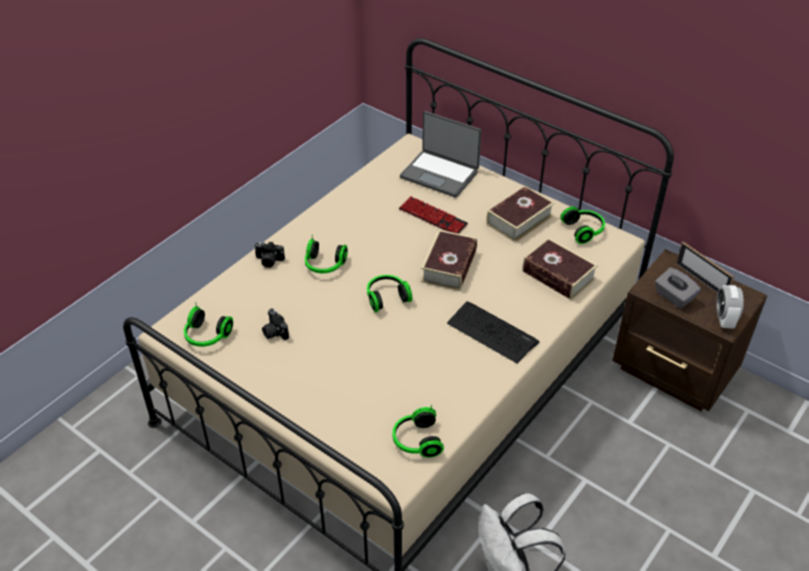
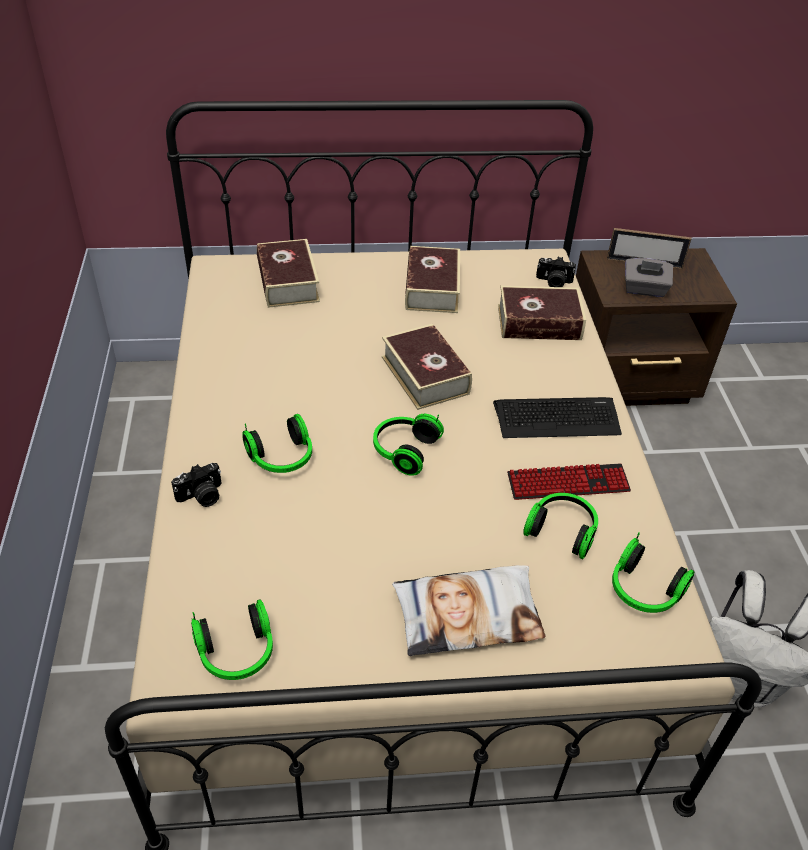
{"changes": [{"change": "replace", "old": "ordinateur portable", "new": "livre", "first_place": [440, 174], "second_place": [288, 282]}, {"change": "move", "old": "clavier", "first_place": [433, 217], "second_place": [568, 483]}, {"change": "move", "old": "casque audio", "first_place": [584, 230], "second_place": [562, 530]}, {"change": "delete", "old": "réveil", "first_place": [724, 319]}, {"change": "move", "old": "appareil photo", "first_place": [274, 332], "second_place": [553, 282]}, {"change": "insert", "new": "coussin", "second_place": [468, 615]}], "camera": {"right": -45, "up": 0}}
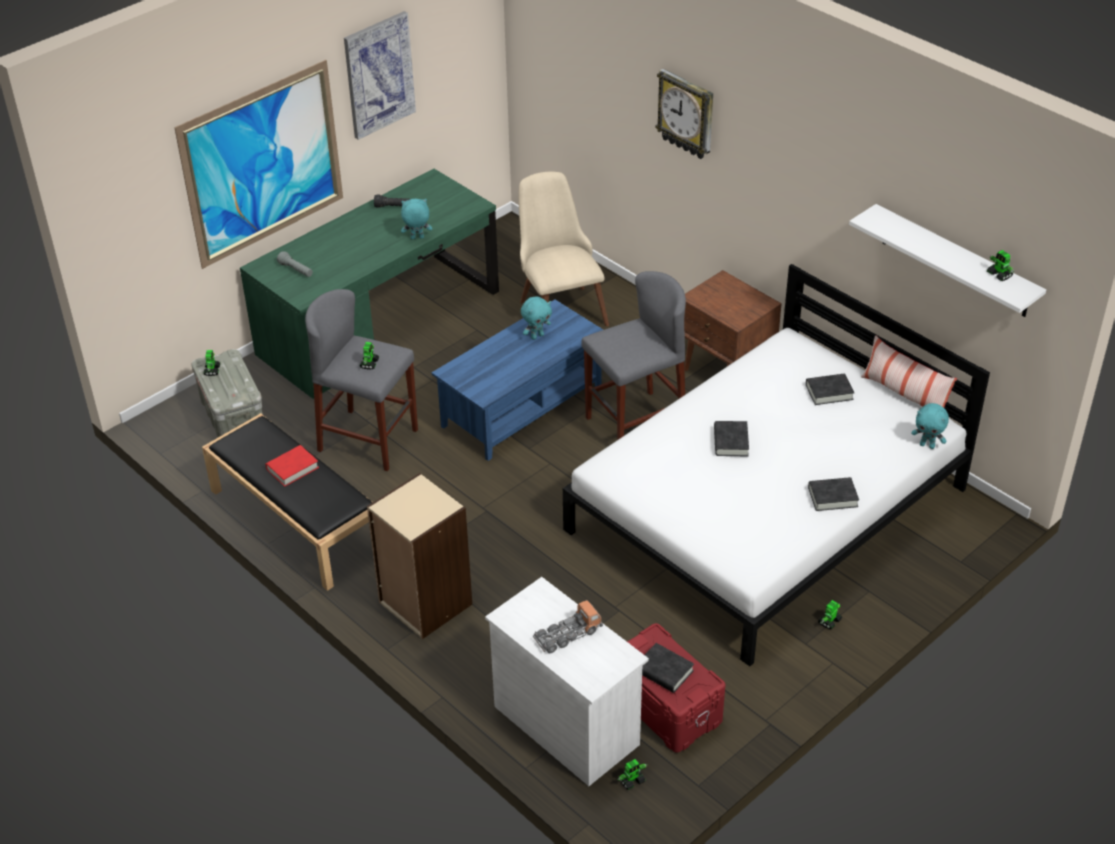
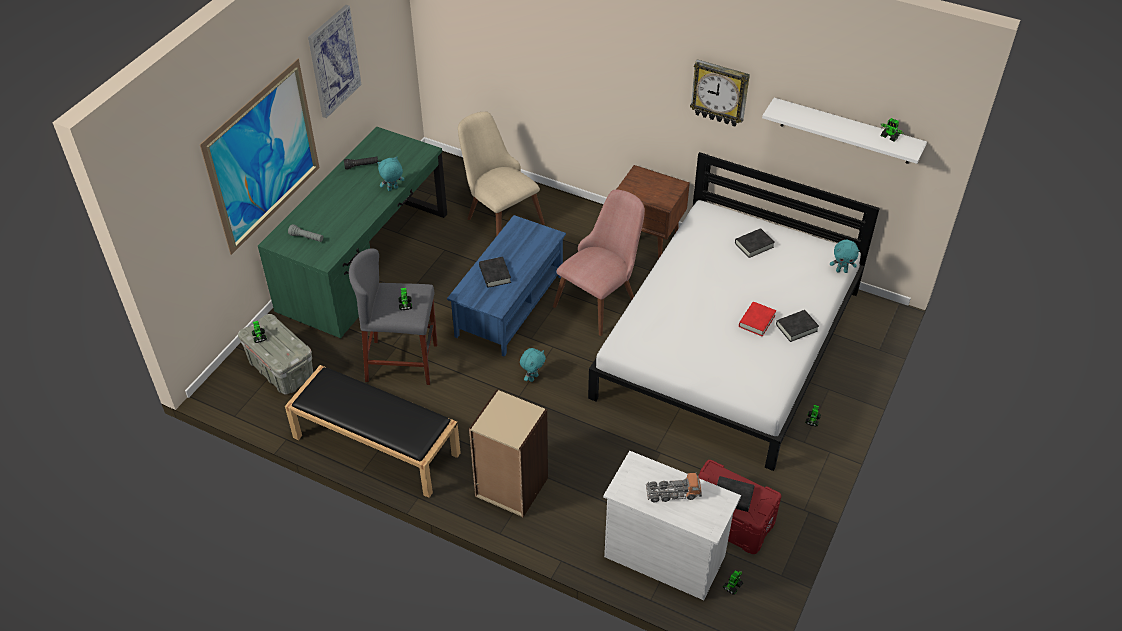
{"changes": [{"change": "move", "old": "horloge murale", "first_place": [686, 114], "second_place": [720, 93]}, {"change": "replace", "old": "tabouret (gris)", "new": "chaise (rose)", "first_place": [635, 423], "second_place": [601, 298]}, {"change": "move", "old": "peluche (turquoise)", "first_place": [537, 336], "second_place": [533, 377]}, {"change": "delete", "old": "coussin", "first_place": [904, 395]}, {"change": "move", "old": "livre (noir)", "first_place": [731, 442], "second_place": [495, 274]}, {"change": "move", "old": "livre (rouge)", "first_place": [292, 468], "second_place": [756, 321]}, {"change": "rotate", "old": "camion jouet", "first_place": [568, 635], "second_place": [673, 493], "degrees": 45}], "camera": {"right": -20, "up": 5}}
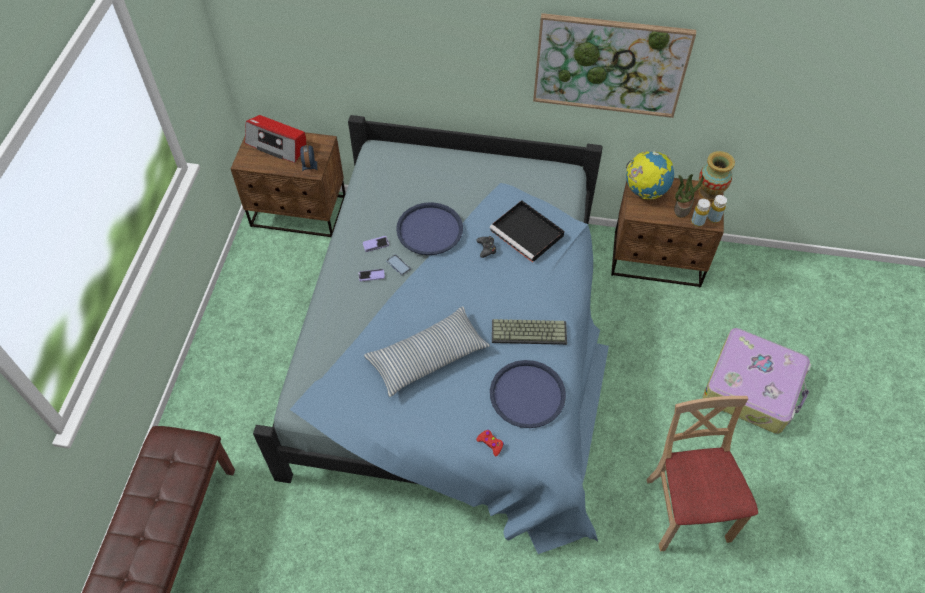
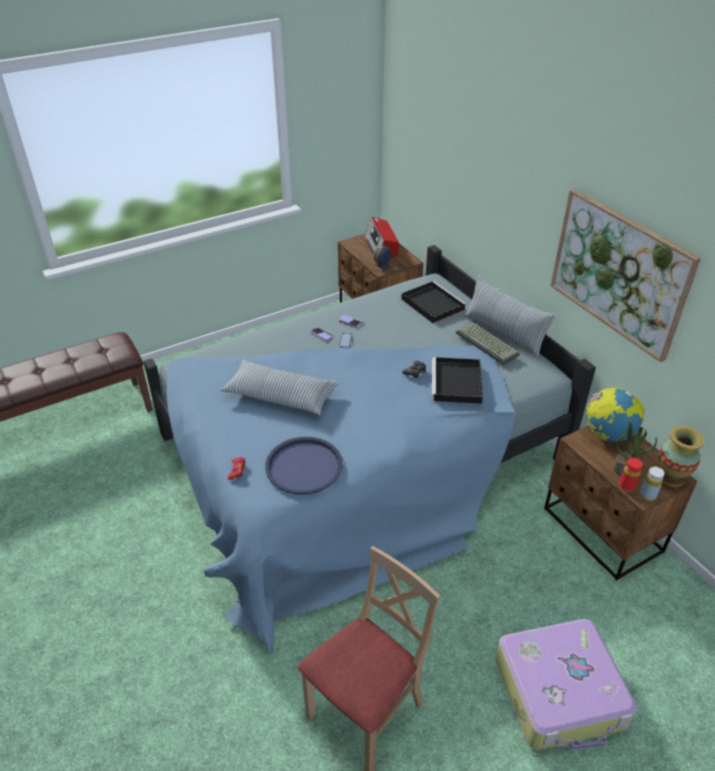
{"changes": [{"change": "recolor", "old": "bouteille (jaune)", "new": "bouteille (rouge)", "first_place": [697, 222], "second_place": [626, 486]}, {"change": "delete", "old": "plateau (bleu)", "first_place": [429, 229]}, {"change": "move", "old": "clavier", "first_place": [529, 331], "second_place": [488, 344]}, {"change": "insert", "new": "coussin", "second_place": [504, 333]}, {"change": "insert", "new": "plateau (noir)", "second_place": [431, 304]}], "camera": {"right": 50, "up": -15}}
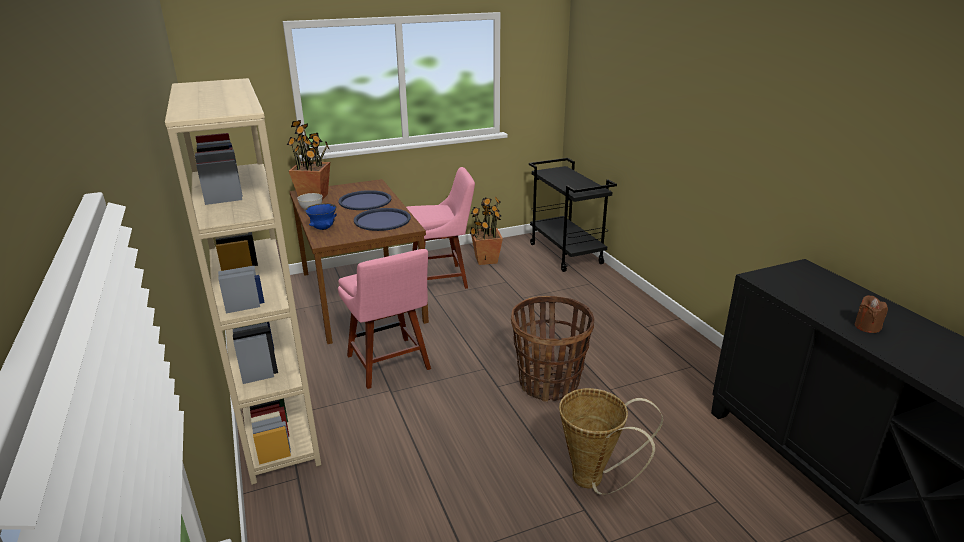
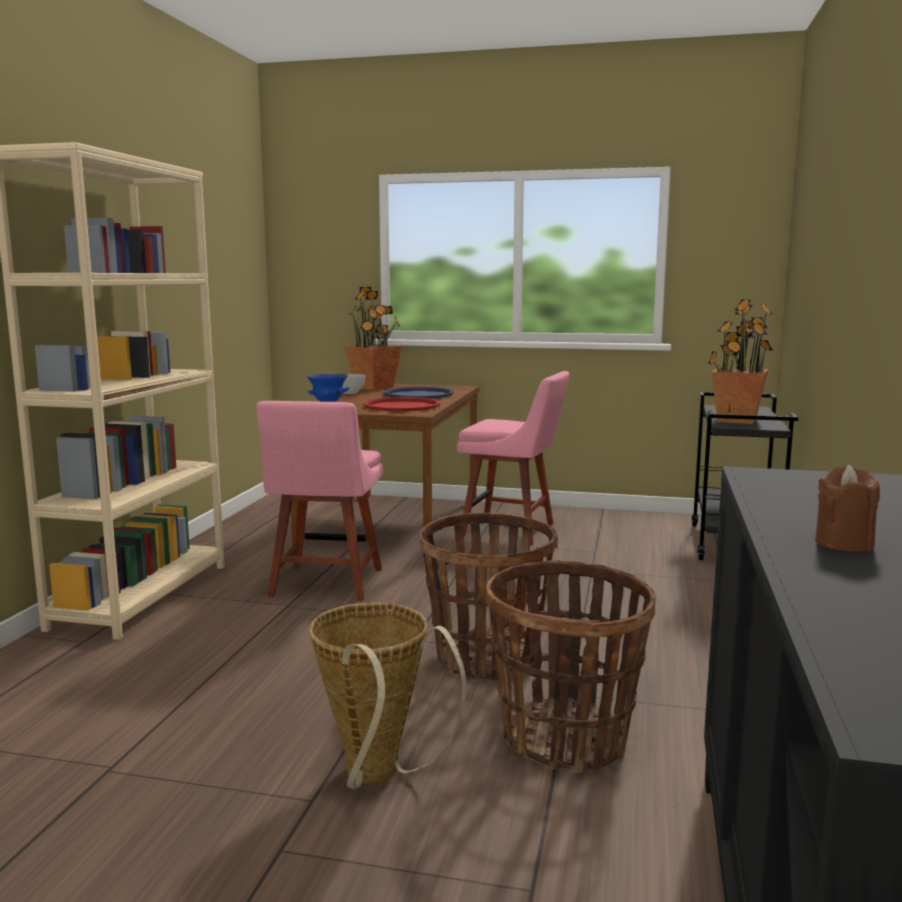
{"changes": [{"change": "move", "old": "plante en pot", "first_place": [486, 260], "second_place": [736, 420]}, {"change": "recolor", "old": "plateau (bleu)", "new": "plateau (rouge)", "first_place": [382, 220], "second_place": [401, 406]}, {"change": "insert", "new": "panier", "second_place": [565, 739]}], "camera": {"right": 35, "up": -15}}
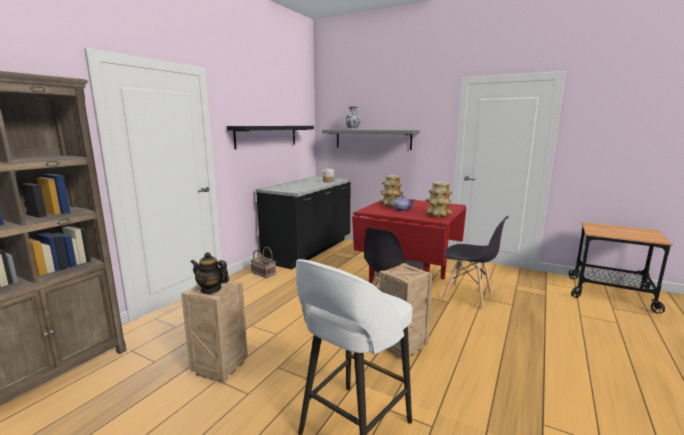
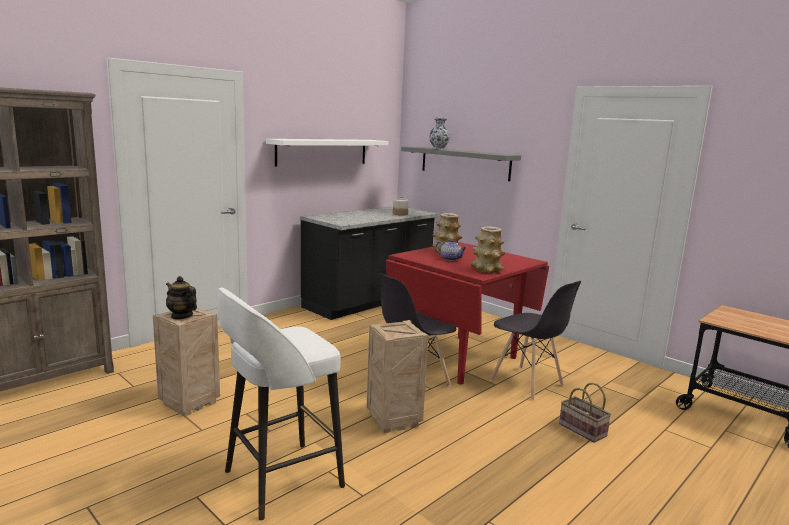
{"changes": [{"change": "recolor", "old": "étagère (noir)", "new": "étagère (blanc)", "first_place": [267, 136], "second_place": [322, 152]}, {"change": "move", "old": "panier", "first_place": [262, 273], "second_place": [581, 429]}], "camera": {"right": 15, "up": 0}}
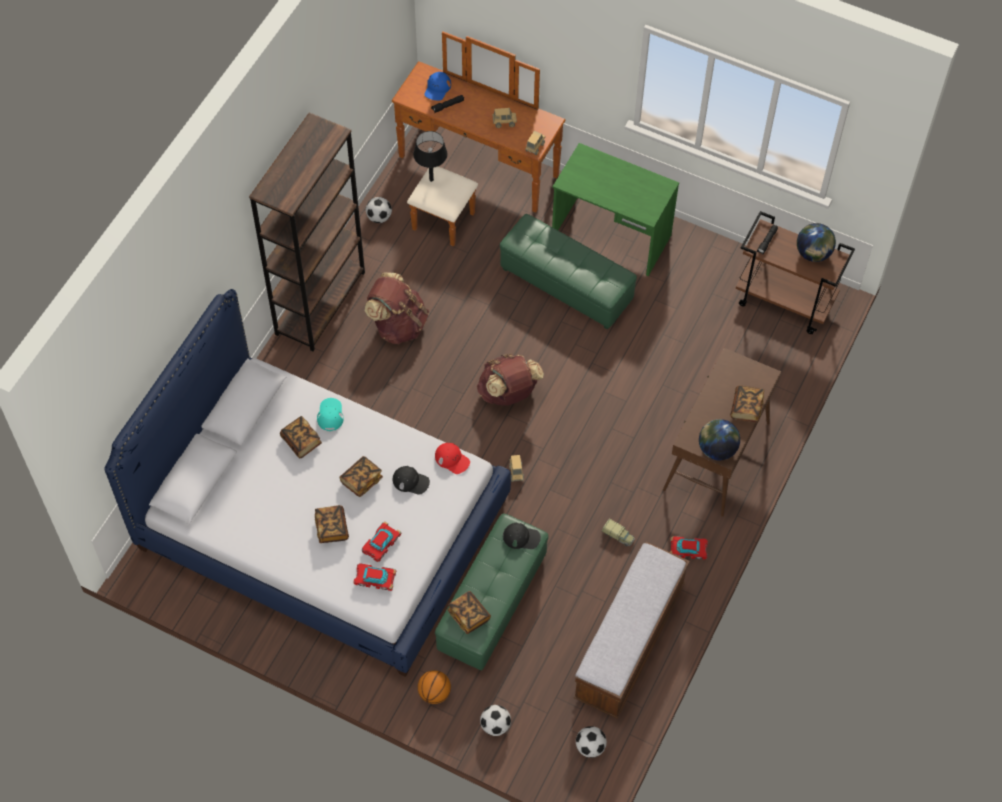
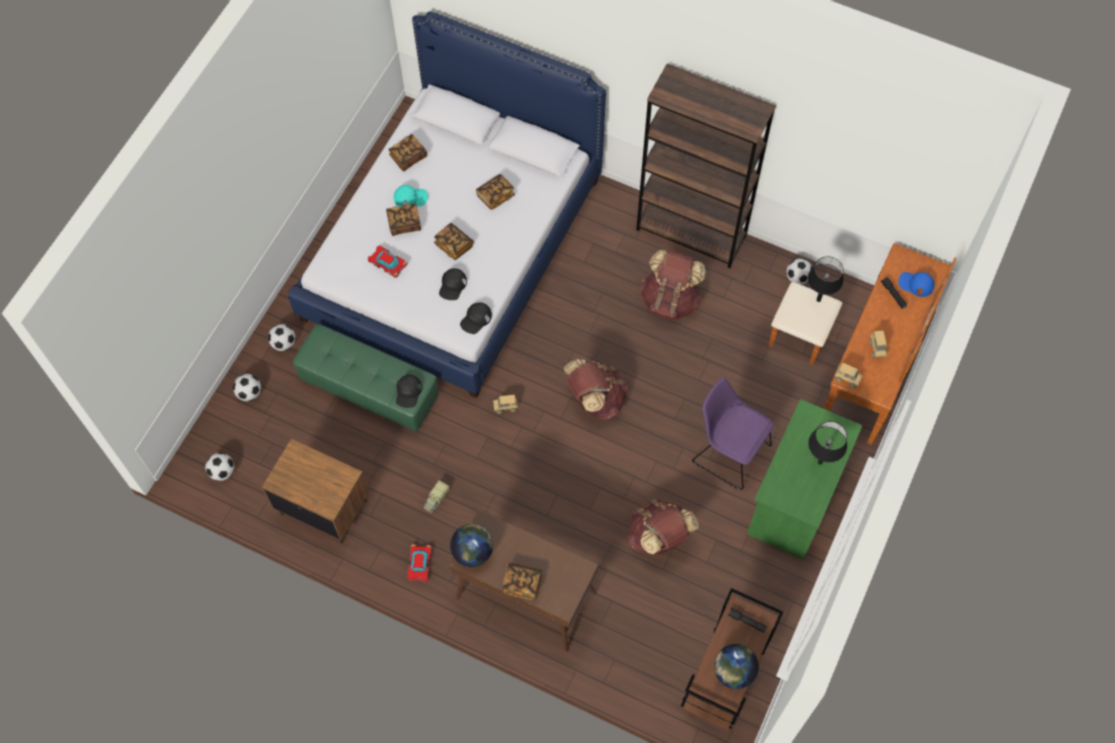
{"changes": [{"change": "replace", "old": "pouf (vert)", "new": "chaise (violet)", "first_place": [565, 285], "second_place": [728, 451]}, {"change": "move", "old": "casquette (turquoise)", "first_place": [330, 415], "second_place": [411, 197]}, {"change": "recolor", "old": "casquette (rouge)", "new": "casquette (noir)", "first_place": [452, 459], "second_place": [476, 319]}, {"change": "replace", "old": "banc", "new": "table de chevet (marron)", "first_place": [629, 642], "second_place": [323, 507]}, {"change": "delete", "old": "petite voiture", "first_place": [375, 578]}, {"change": "move", "old": "livre", "first_place": [469, 616], "second_place": [408, 157]}, {"change": "replace", "old": "ballon de basket", "new": "ballon de foot", "first_place": [434, 693], "second_place": [284, 343]}, {"change": "insert", "new": "lampe de table (noir)", "second_place": [820, 462]}, {"change": "insert", "new": "sac à dos (marron)", "second_place": [659, 537]}], "camera": {"right": 90, "up": 5}}
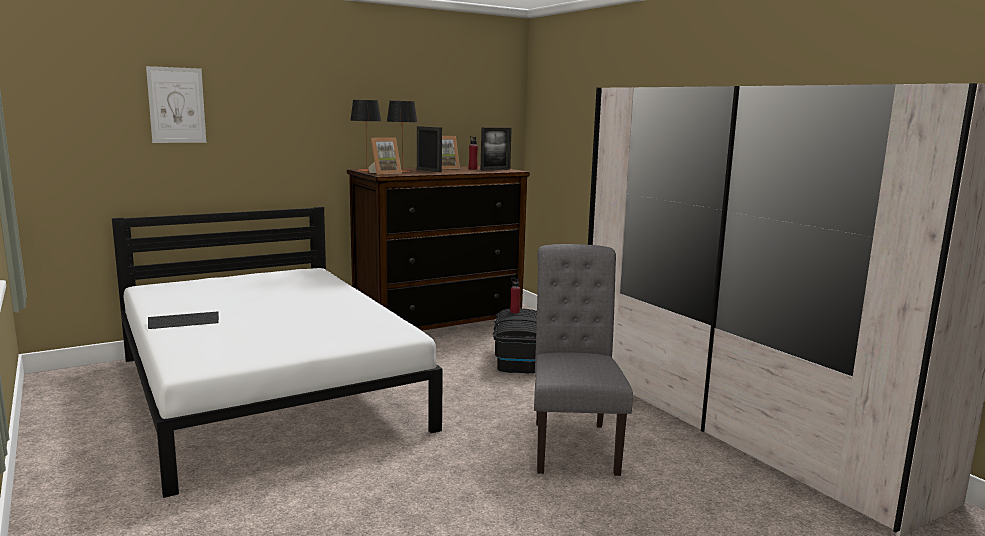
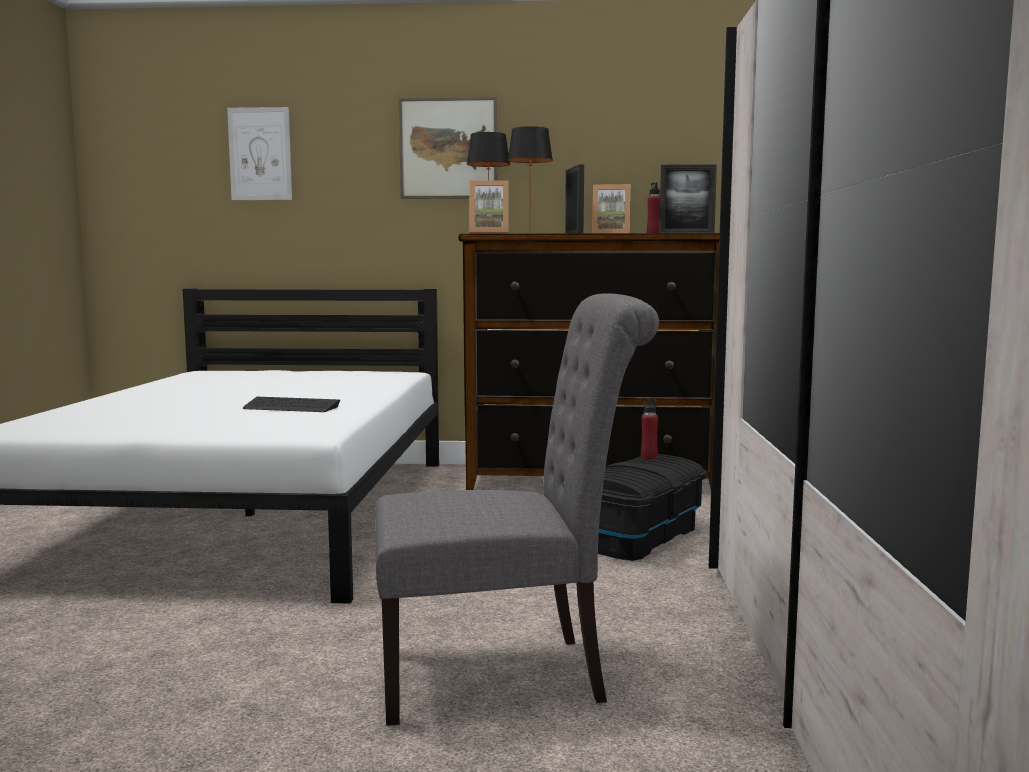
{"changes": [{"change": "rotate", "old": "chaise (gris)", "first_place": [572, 443], "second_place": [505, 675], "degrees": 45}, {"change": "move", "old": "clavier", "first_place": [184, 322], "second_place": [291, 407]}, {"change": "insert", "new": "tableau", "second_place": [448, 148]}], "camera": {"right": 35, "up": -5}}
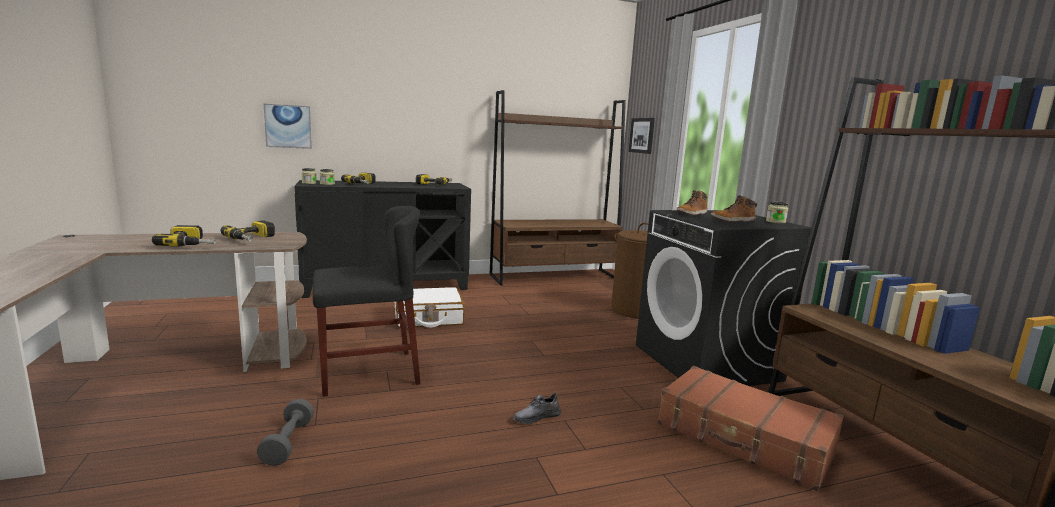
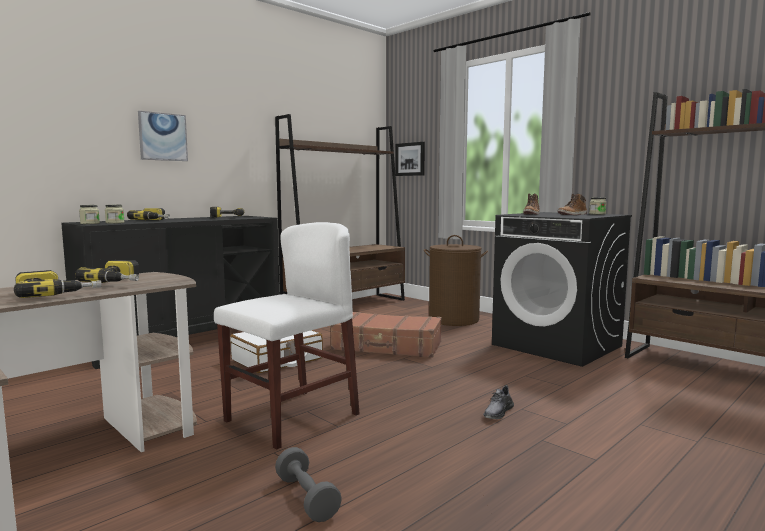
{"changes": [{"change": "move", "old": "tableau", "first_place": [288, 126], "second_place": [163, 137]}, {"change": "recolor", "old": "chaise (noir)", "new": "chaise (blanc)", "first_place": [369, 372], "second_place": [292, 417]}, {"change": "move", "old": "valise (marron)", "first_place": [744, 439], "second_place": [387, 346]}], "camera": {"right": -25, "up": -5}}
